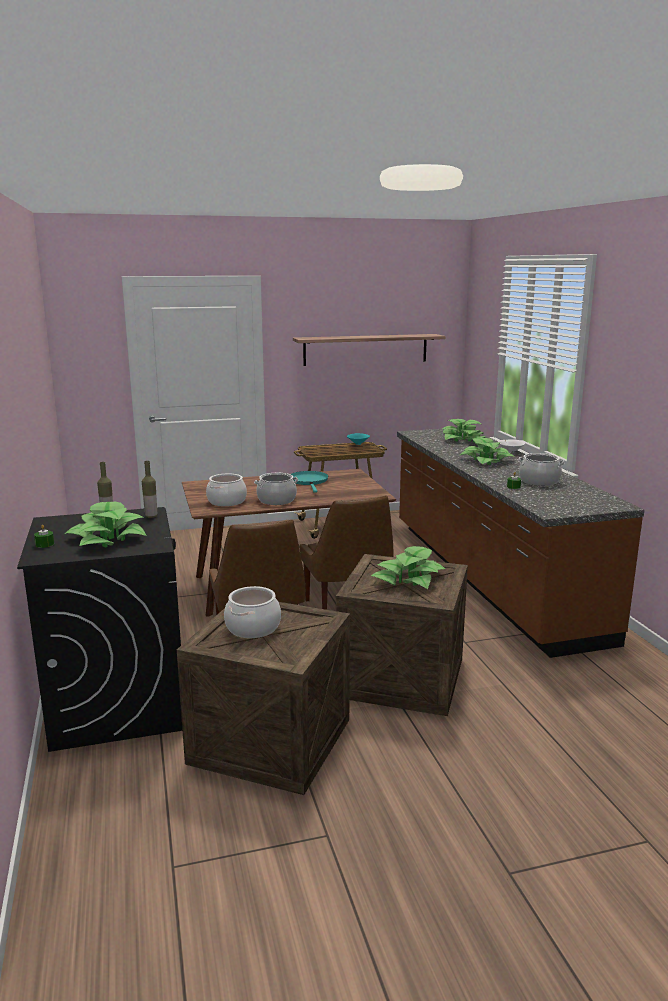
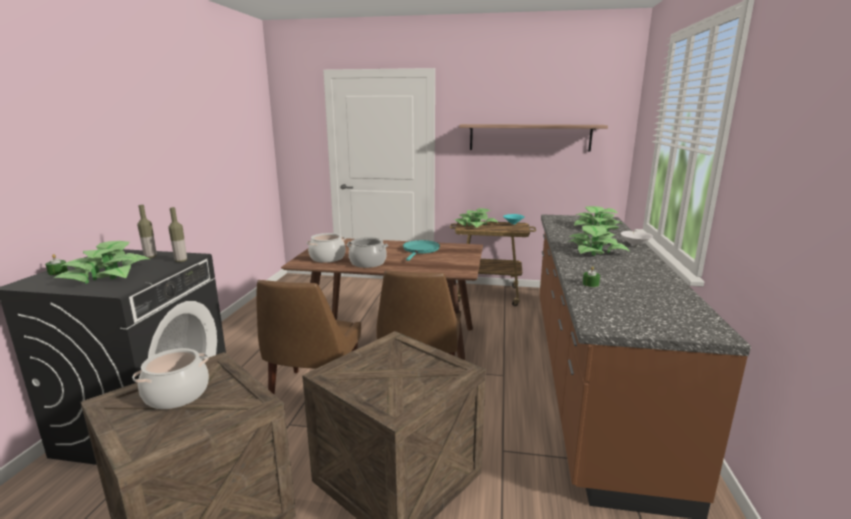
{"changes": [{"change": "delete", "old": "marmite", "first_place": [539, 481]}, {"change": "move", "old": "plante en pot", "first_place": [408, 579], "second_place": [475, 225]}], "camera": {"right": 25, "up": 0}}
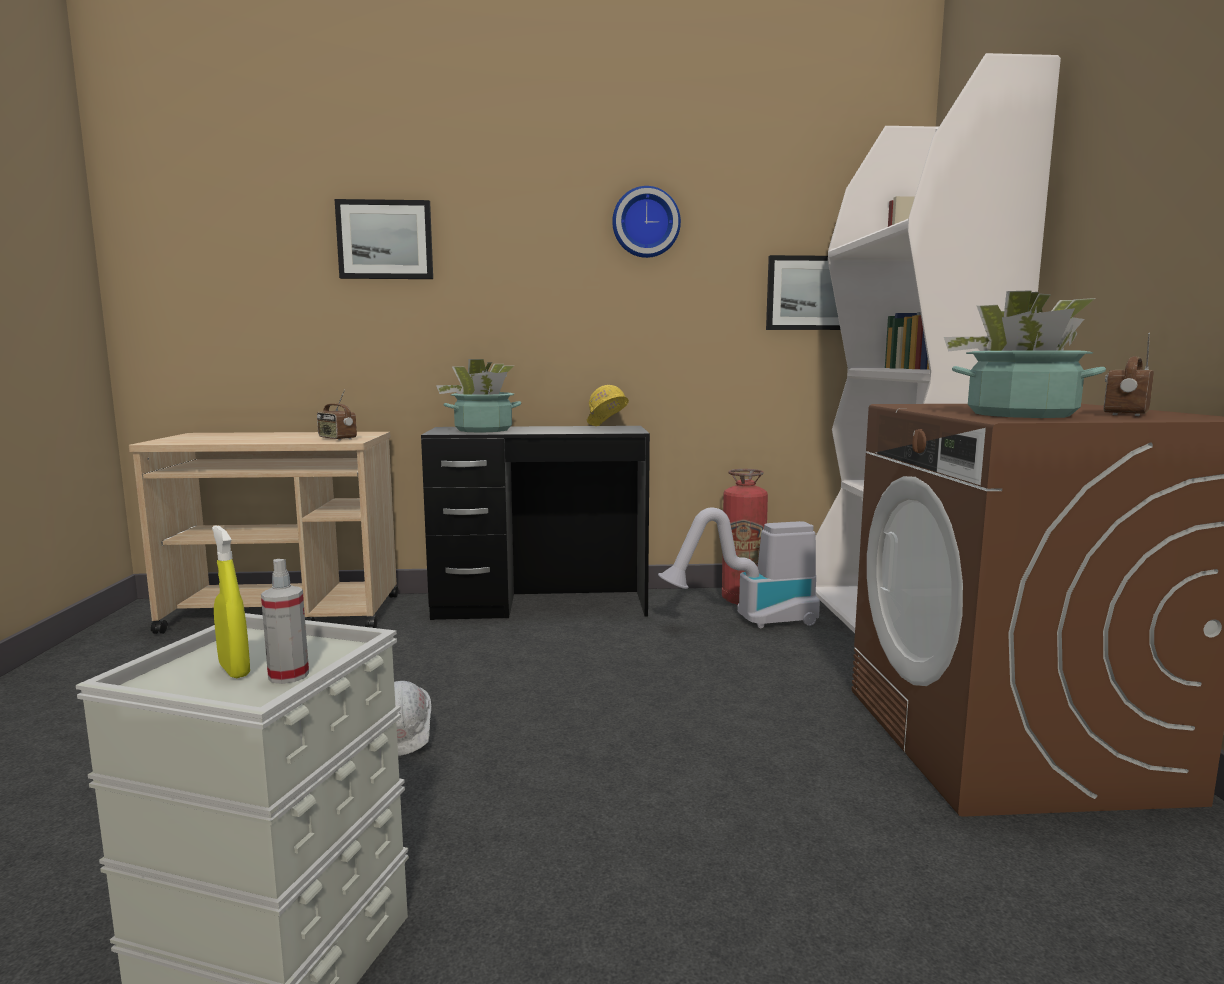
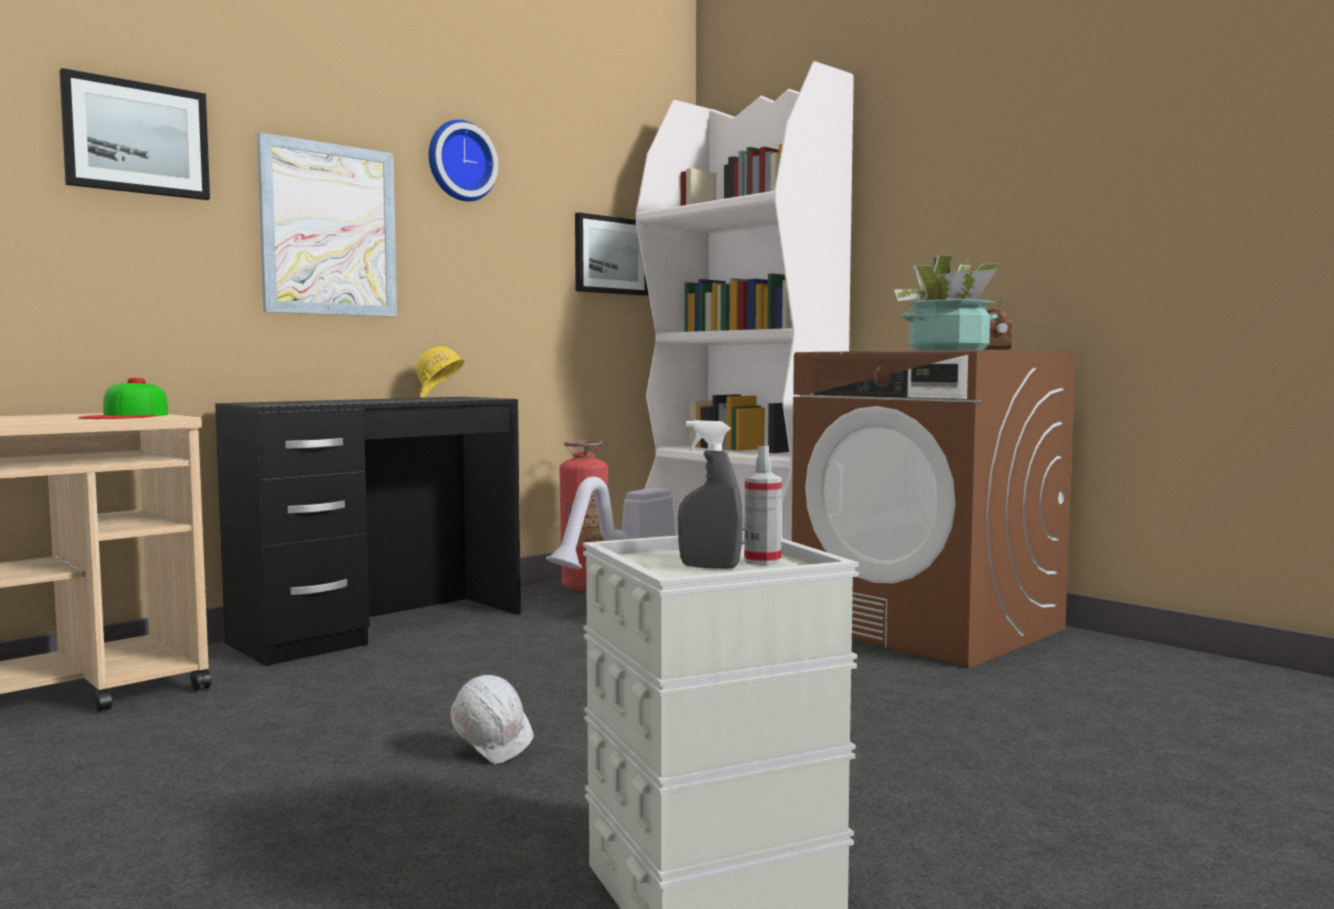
{"changes": [{"change": "delete", "old": "plante en pot", "first_place": [484, 430]}, {"change": "replace", "old": "radio", "new": "casquette", "first_place": [336, 438], "second_place": [126, 416]}, {"change": "recolor", "old": "vaporisateur (jaune)", "new": "vaporisateur (gris)", "first_place": [234, 670], "second_place": [709, 567]}, {"change": "insert", "new": "tableau", "second_place": [329, 230]}], "camera": {"right": -40, "up": -5}}
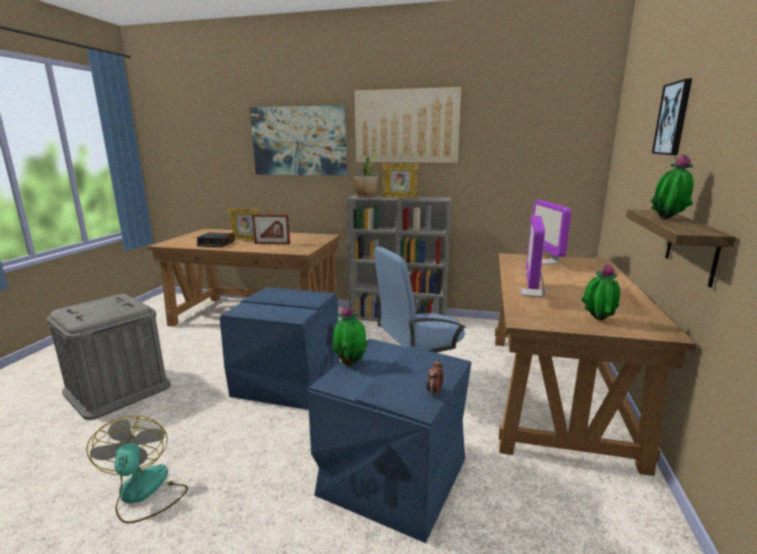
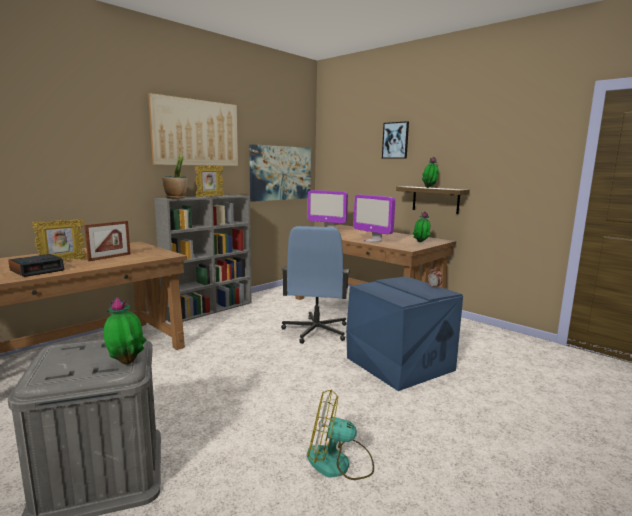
{"changes": [{"change": "move", "old": "tableau", "first_place": [299, 141], "second_place": [281, 173]}, {"change": "delete", "old": "boîte de rangement (bleu)", "first_place": [288, 381]}, {"change": "move", "old": "plante en pot", "first_place": [350, 363], "second_place": [126, 362]}], "camera": {"right": -60, "up": -5}}
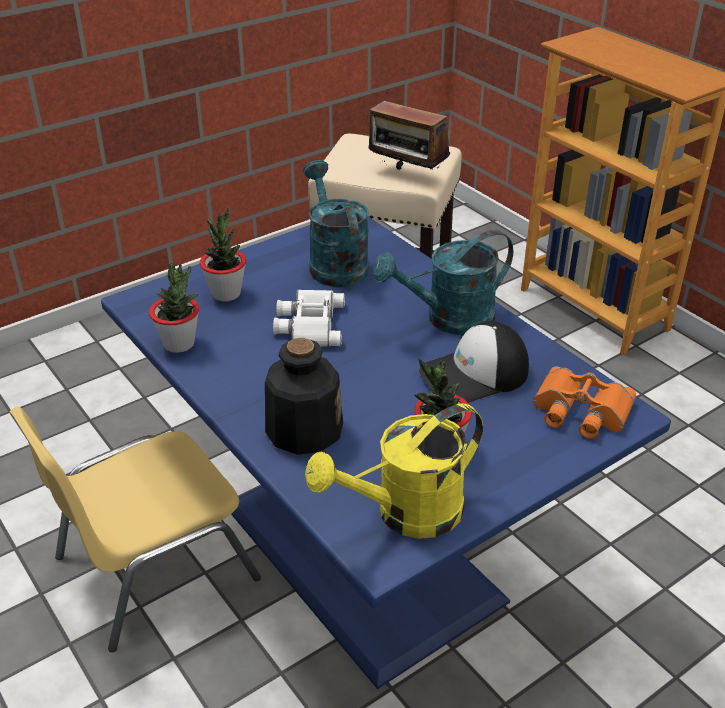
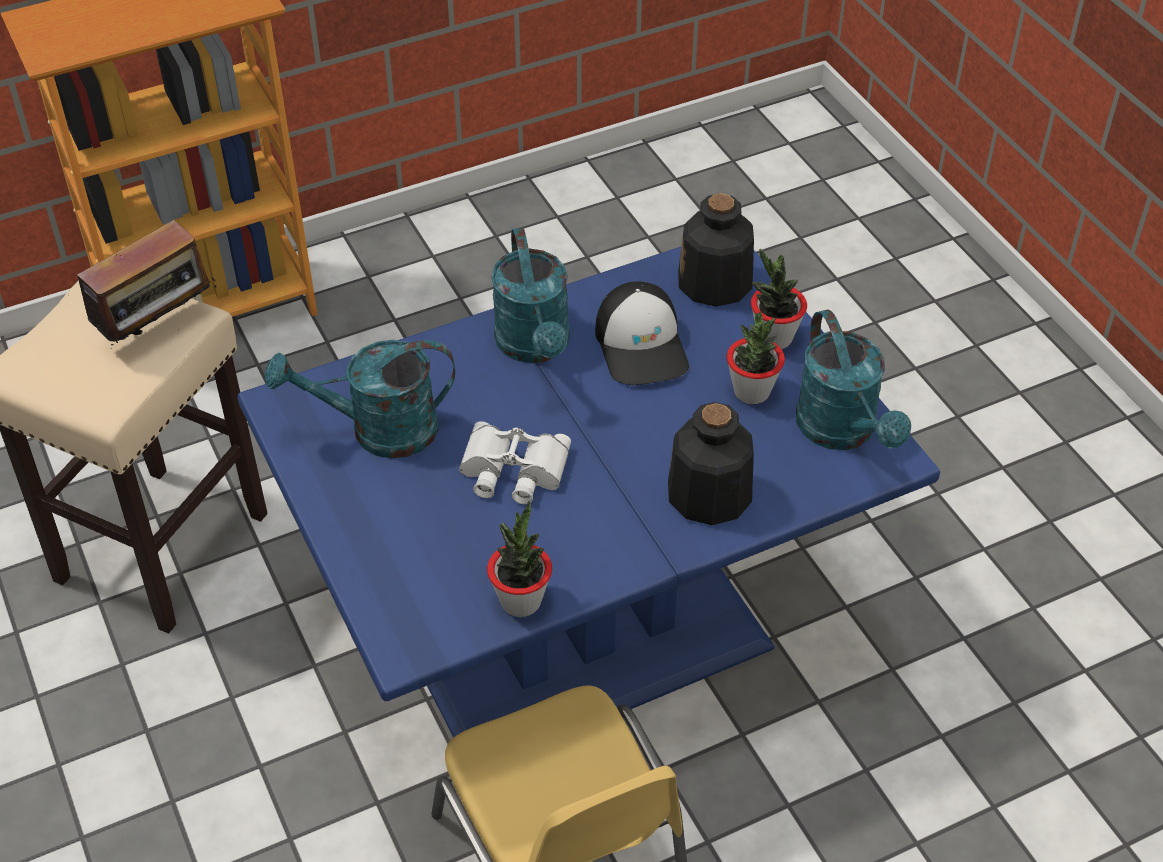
{"changes": [{"change": "move", "old": "plante en pot", "first_place": [226, 293], "second_place": [774, 338]}, {"change": "replace", "old": "jumelles (orange)", "new": "bouteille", "first_place": [579, 411], "second_place": [715, 283]}, {"change": "recolor", "old": "arrosoir (jaune)", "new": "arrosoir (turquoise)", "first_place": [405, 514], "second_place": [843, 432]}], "camera": {"right": -80, "up": 10}}
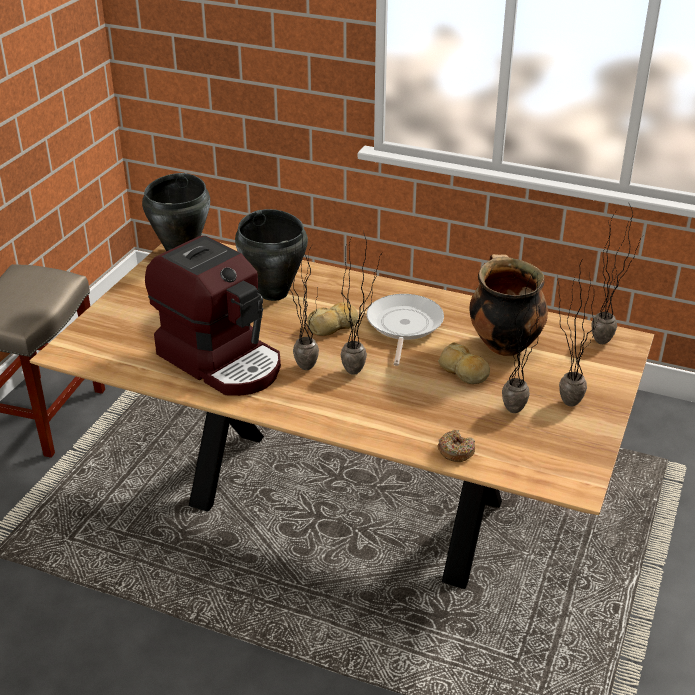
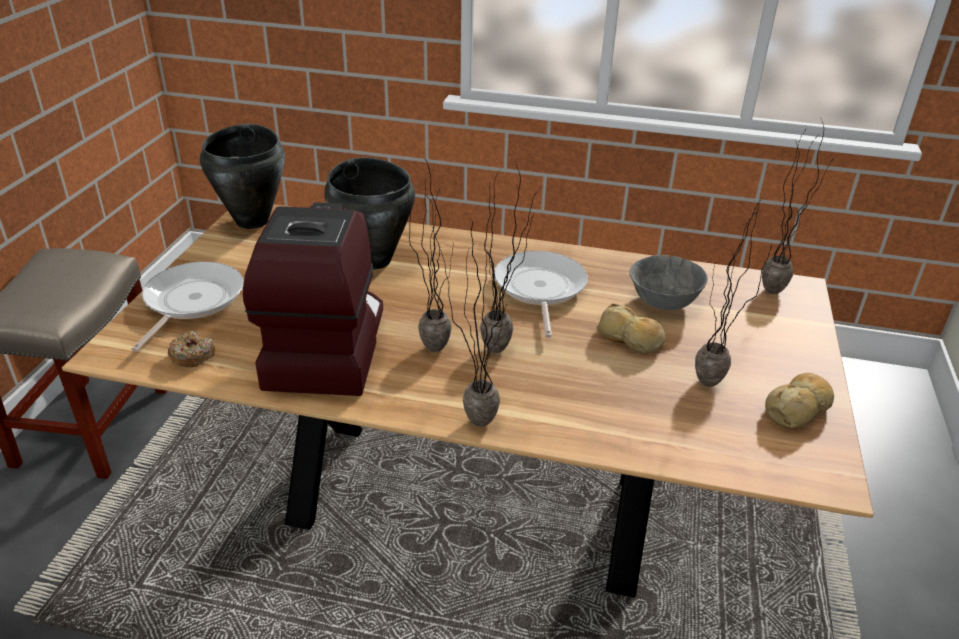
{"changes": [{"change": "rotate", "old": "machine à café", "first_place": [222, 360], "second_place": [324, 347], "degrees": -120}, {"change": "replace", "old": "marmite", "new": "bol (gris)", "first_place": [503, 344], "second_place": [663, 302]}, {"change": "move", "old": "plante en pot", "first_place": [563, 399], "second_place": [471, 417]}, {"change": "move", "old": "pain", "first_place": [334, 326], "second_place": [798, 409]}, {"change": "move", "old": "beignet", "first_place": [456, 451], "second_place": [192, 355]}, {"change": "insert", "new": "poêle", "second_place": [191, 301]}], "camera": {"right": -10, "up": 0}}
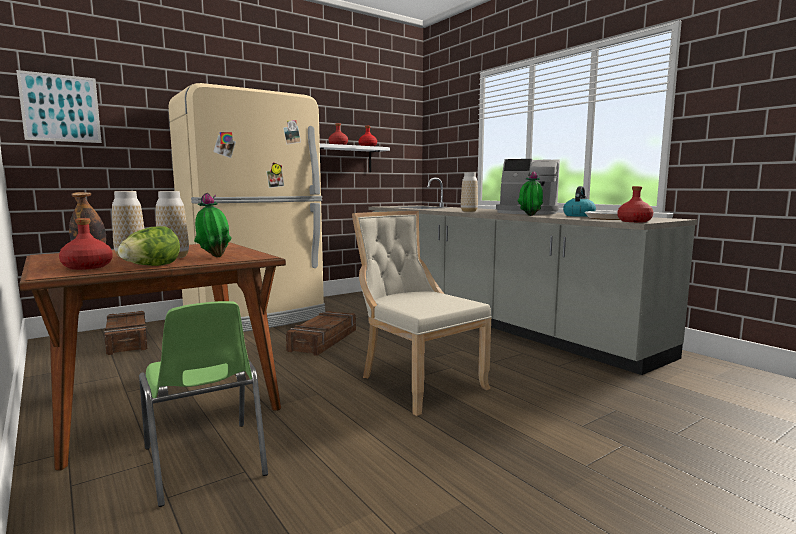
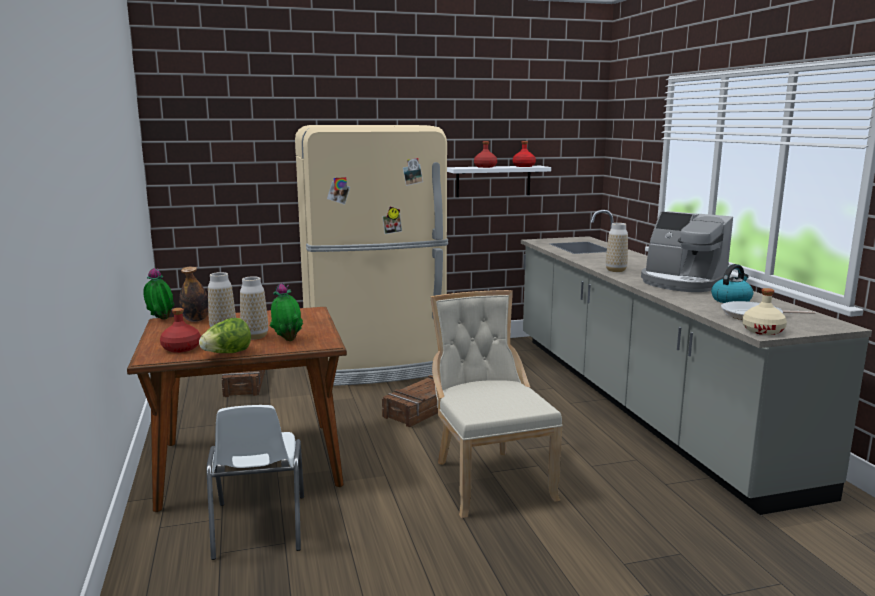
{"changes": [{"change": "delete", "old": "tableau", "first_place": [61, 108]}, {"change": "move", "old": "plante en pot", "first_place": [529, 216], "second_place": [160, 320]}, {"change": "recolor", "old": "bouteille (rouge)", "new": "bouteille (beige)", "first_place": [634, 221], "second_place": [762, 331]}, {"change": "recolor", "old": "chaise (vert)", "new": "chaise (blanc)", "first_place": [204, 462], "second_place": [258, 527]}], "camera": {"right": 20, "up": 5}}
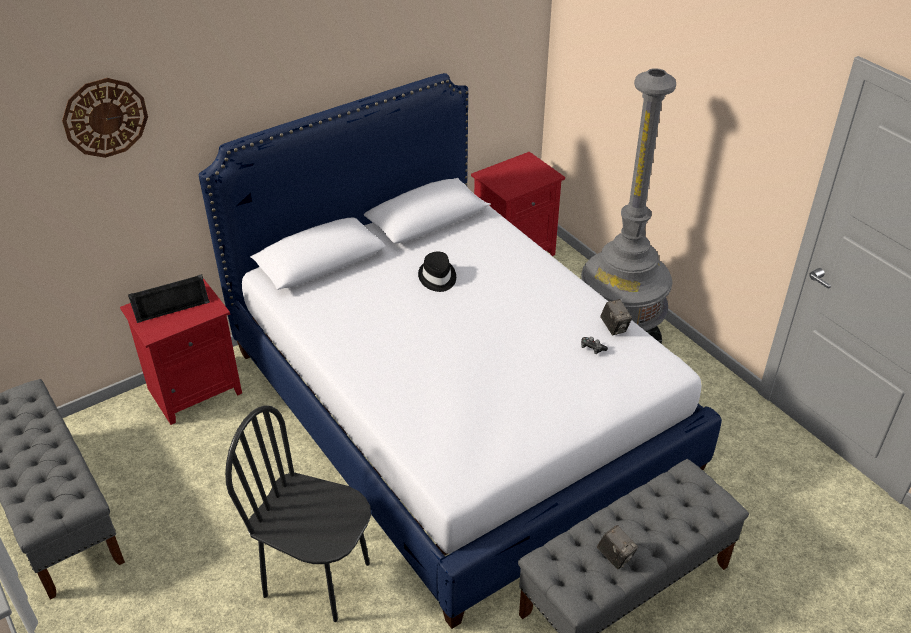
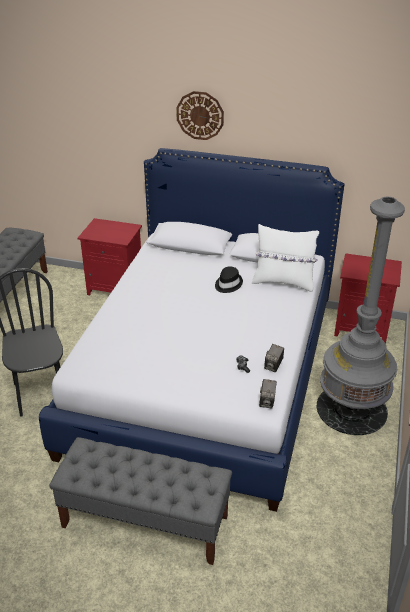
{"changes": [{"change": "move", "old": "horloge murale", "first_place": [105, 117], "second_place": [200, 115]}, {"change": "delete", "old": "enceinte (noir)", "first_place": [170, 303]}, {"change": "move", "old": "appareil photo", "first_place": [615, 556], "second_place": [267, 402]}, {"change": "insert", "new": "coussin (blanc)", "second_place": [283, 282]}], "camera": {"right": 50, "up": -5}}
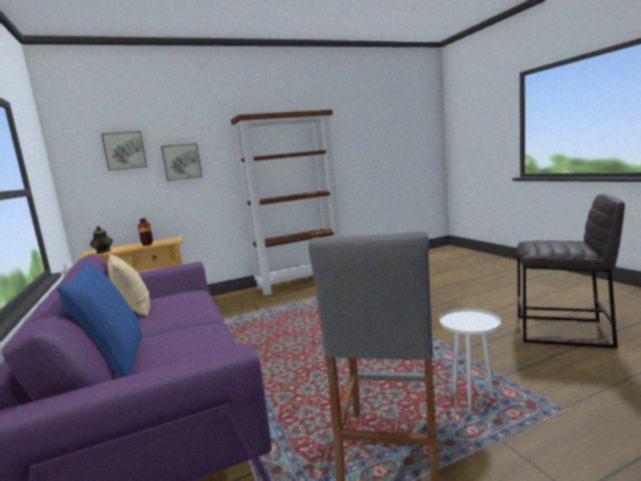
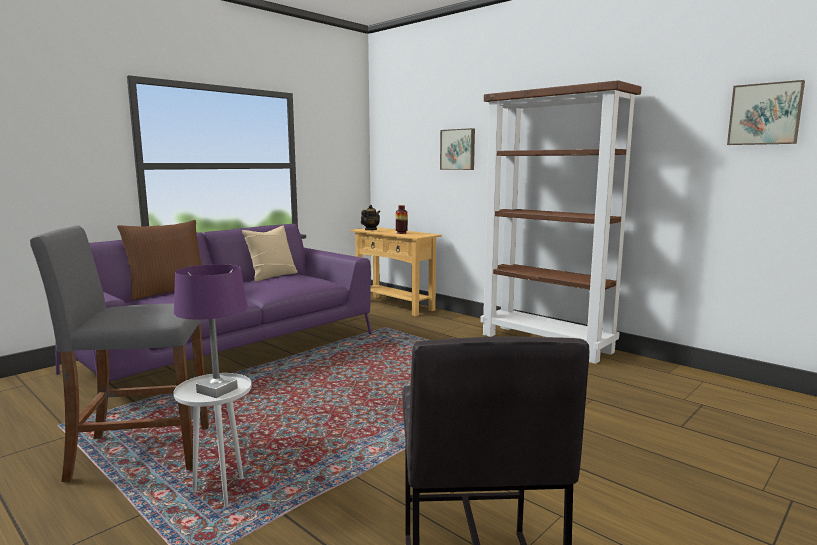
{"changes": [{"change": "move", "old": "tableau", "first_place": [125, 150], "second_place": [765, 114]}, {"change": "recolor", "old": "coussin (bleu)", "new": "coussin (marron)", "first_place": [116, 362], "second_place": [168, 292]}, {"change": "insert", "new": "lampe de table (violet)", "second_place": [217, 390]}], "camera": {"right": 65, "up": 0}}
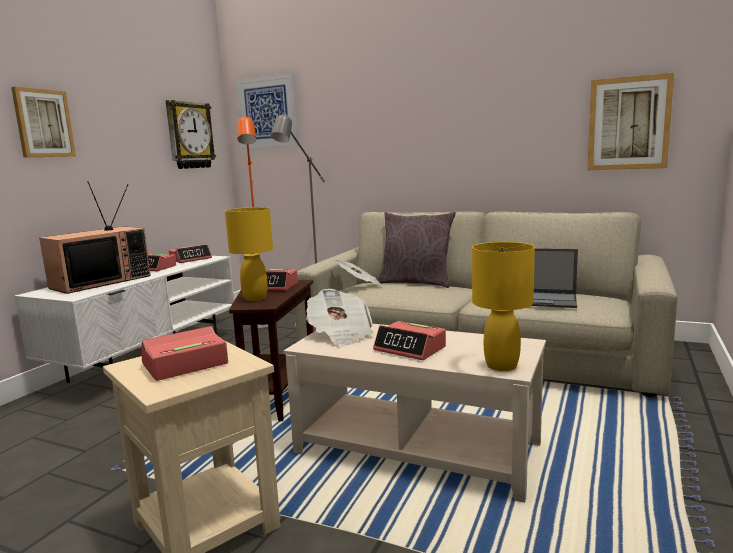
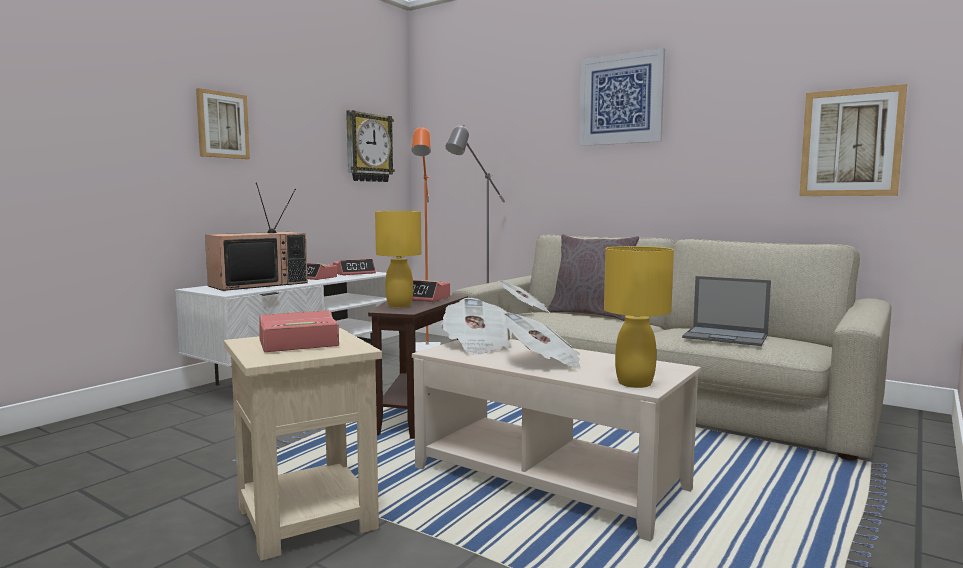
{"changes": [{"change": "move", "old": "tableau", "first_place": [267, 112], "second_place": [621, 99]}, {"change": "replace", "old": "réveil", "new": "journal", "first_place": [410, 349], "second_place": [543, 362]}], "camera": {"right": 10, "up": -5}}
